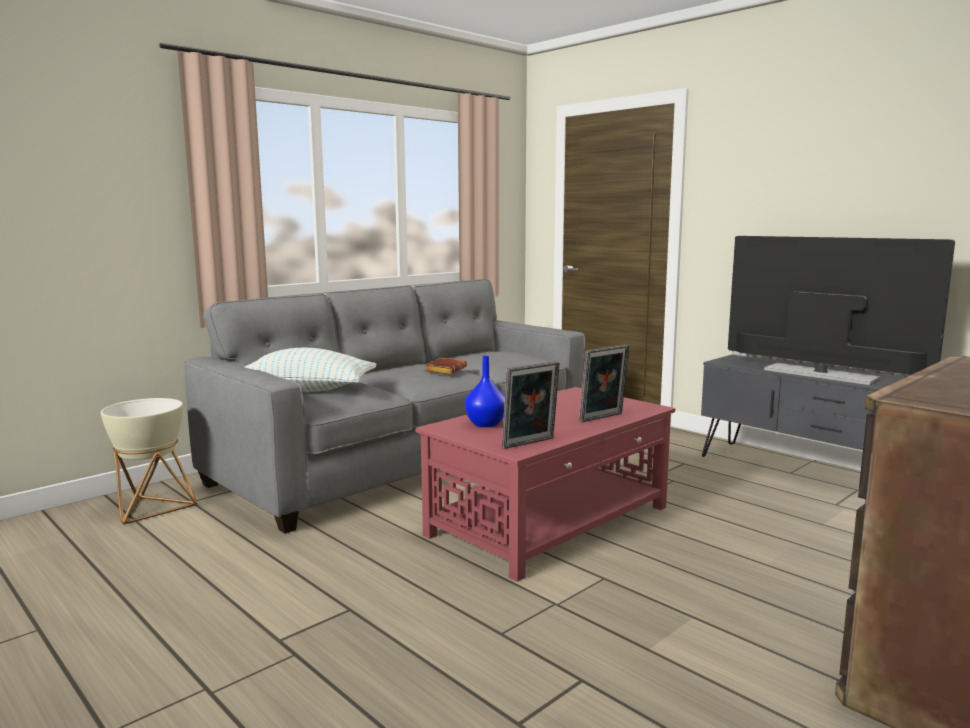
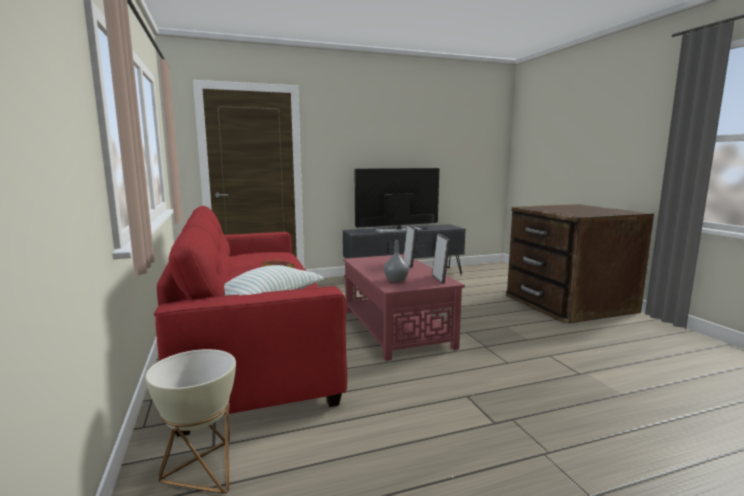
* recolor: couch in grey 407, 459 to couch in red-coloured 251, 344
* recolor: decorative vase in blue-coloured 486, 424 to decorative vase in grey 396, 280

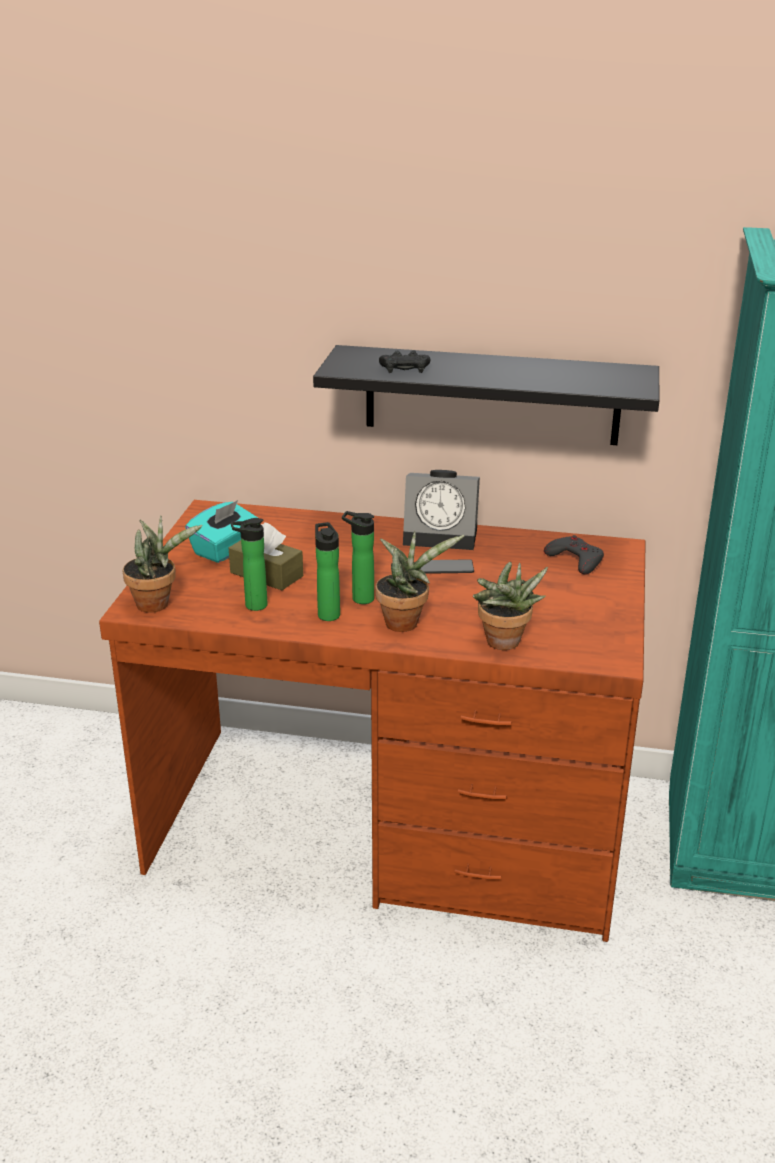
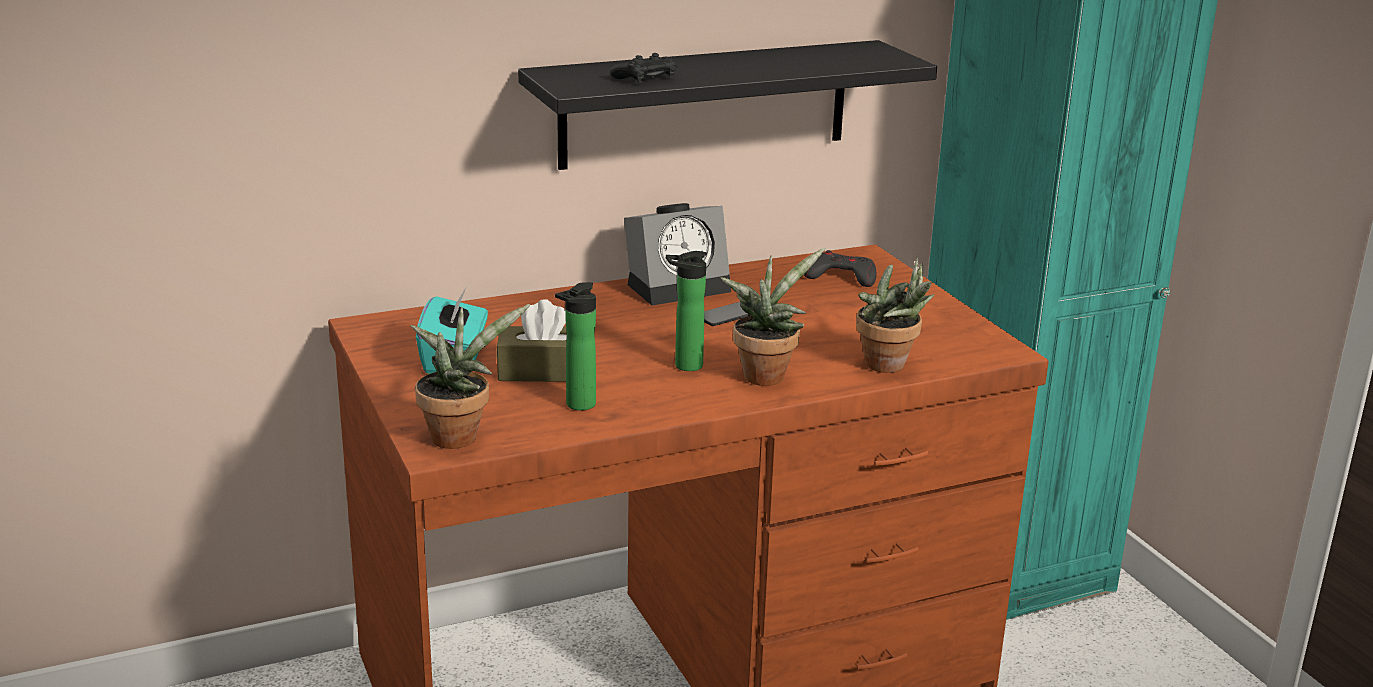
* delete: bottle 328, 613

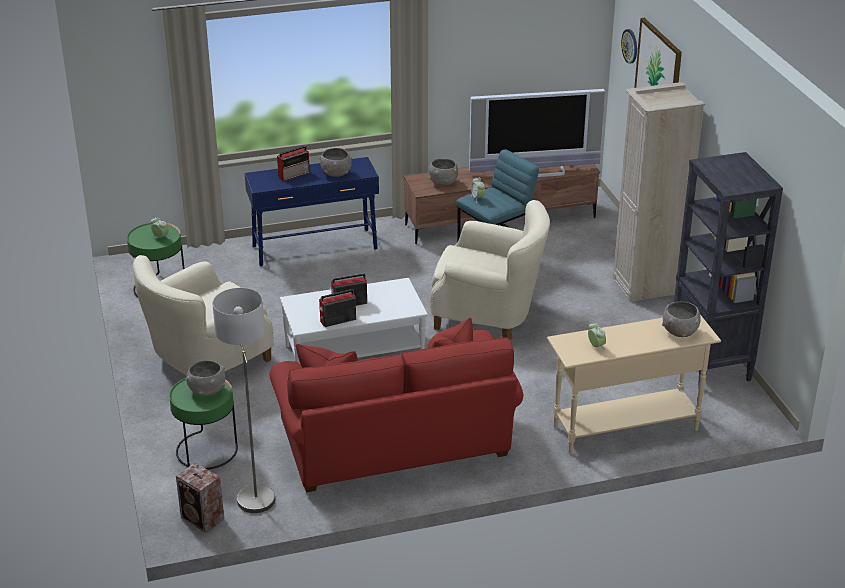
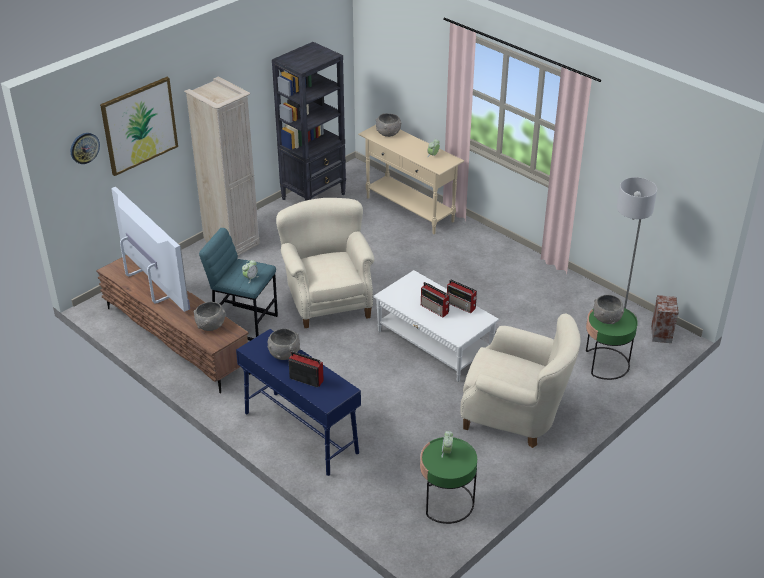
* delete: couch in red-coloured 395, 443

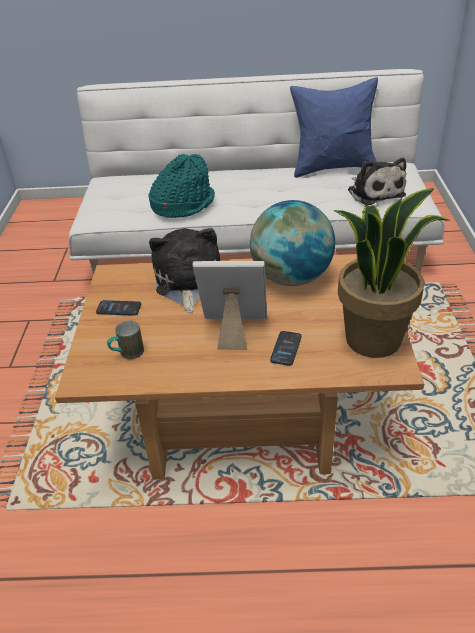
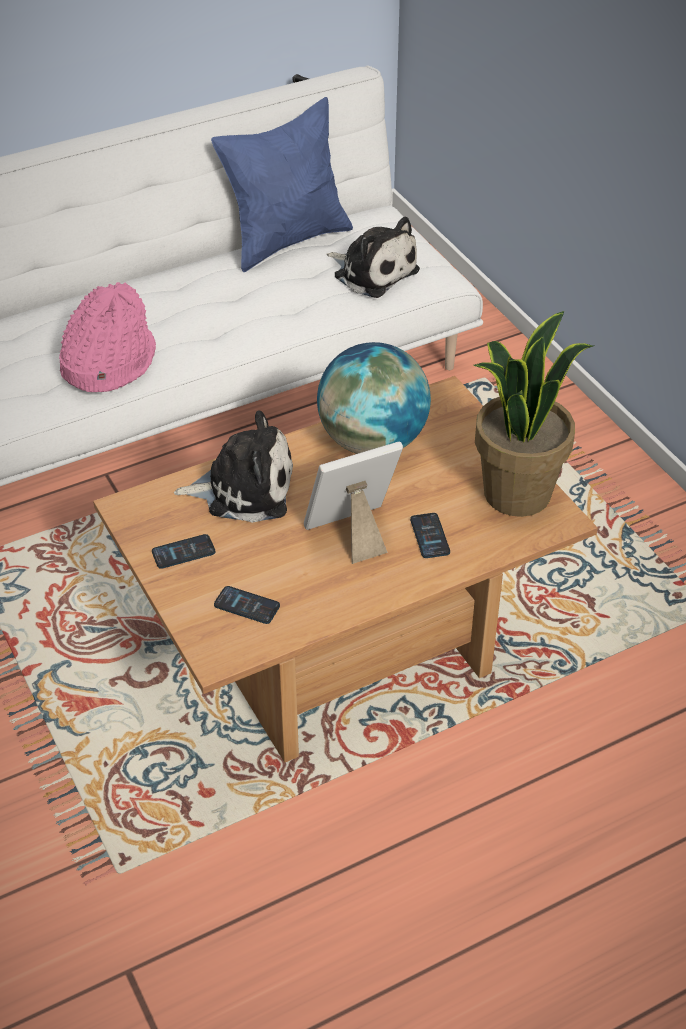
* recolor: clothing hat in turquoise 183, 204 to clothing hat in pink 108, 363
* rotate: plush toy 187, 282 = 244, 488 120 degrees clockwise
* replace: tea mug 127, 354 to handset 247, 606

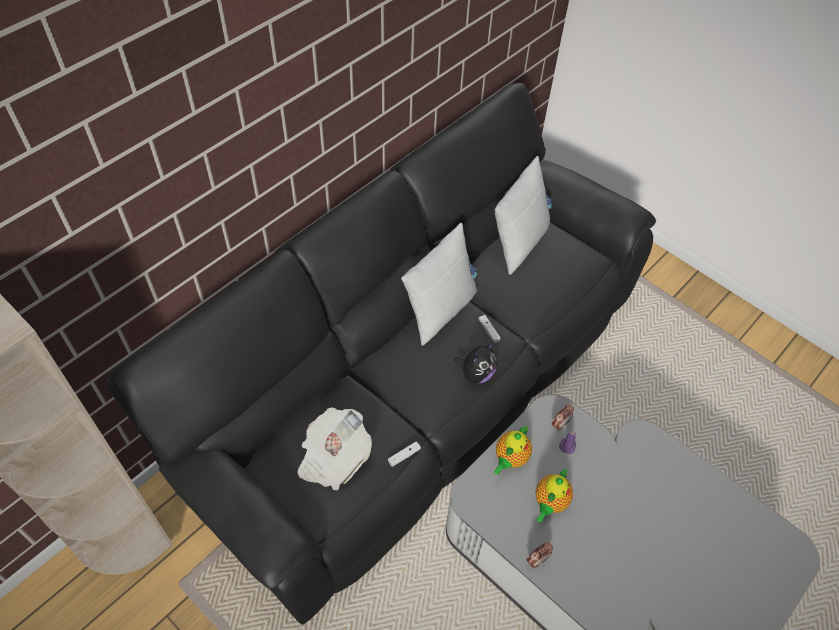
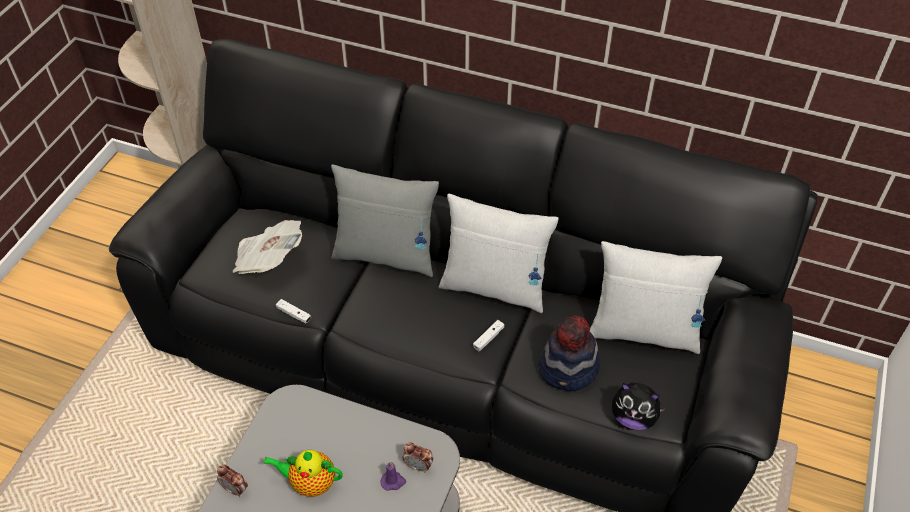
* insert: throw pillow in grey 385, 256
* insert: clothing hat 569, 369
* move: plush toy 476, 374 to 633, 418
* delete: tea pot 510, 458

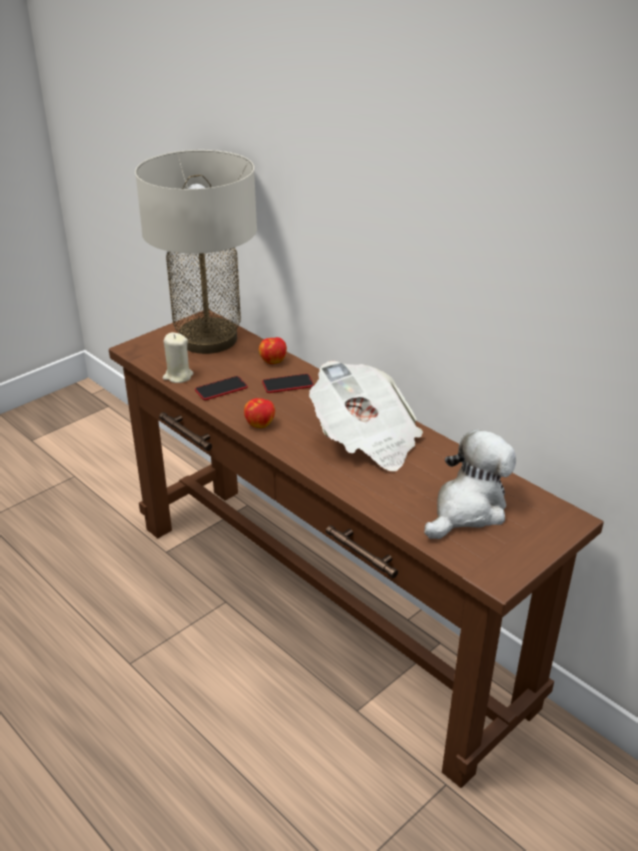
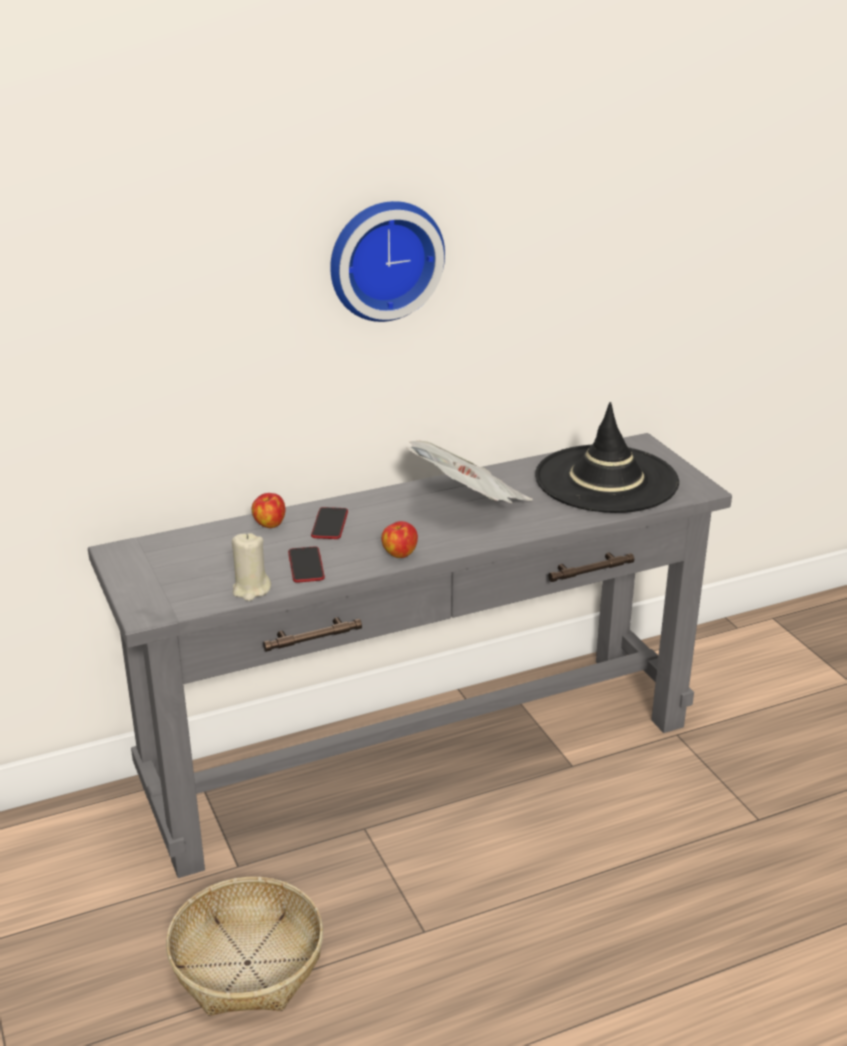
* recolor: console table in brown-coloured 322, 610 to console table in grey 421, 755
* insert: basket 248, 963
* insert: wall clock 383, 259
* replace: plush toy 468, 509 to clothing hat in blackish 606, 480
* delete: table lamp 208, 339

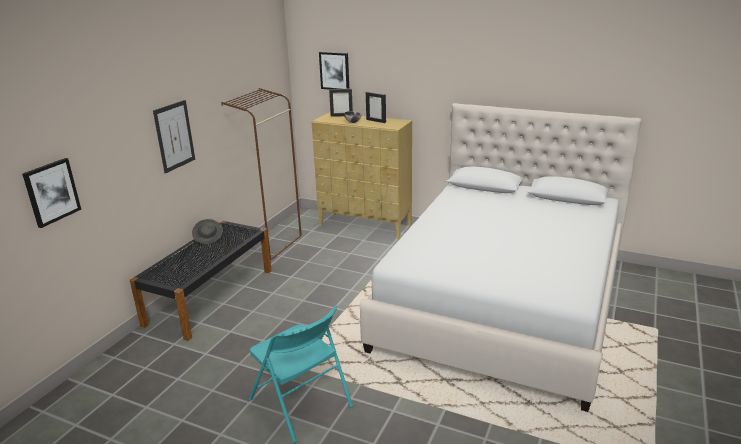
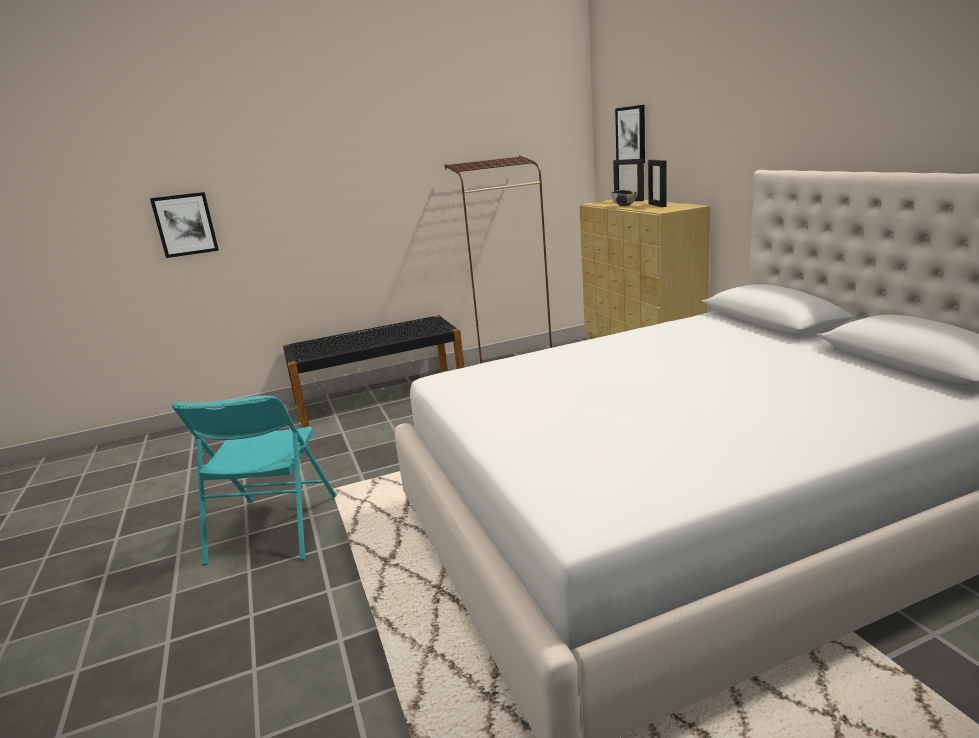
* delete: wall picture 174, 136
* delete: clothing hat in grey 208, 238

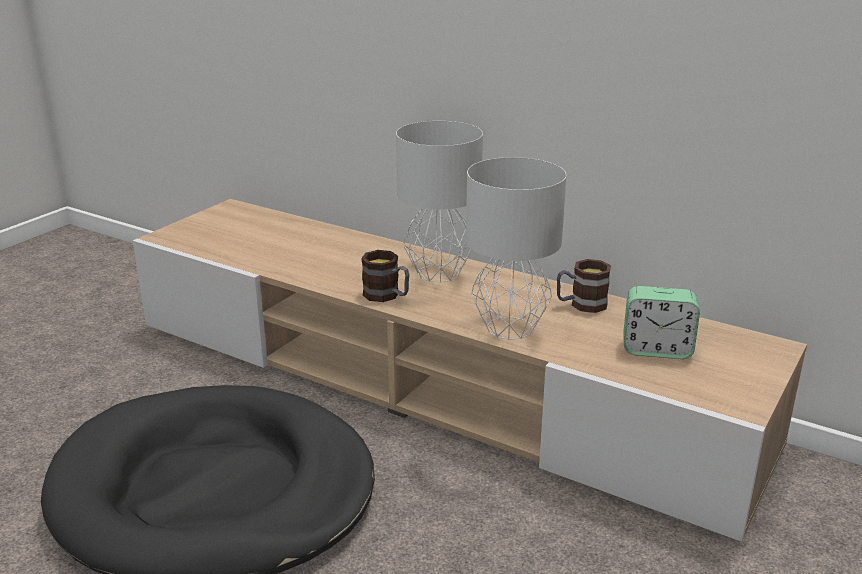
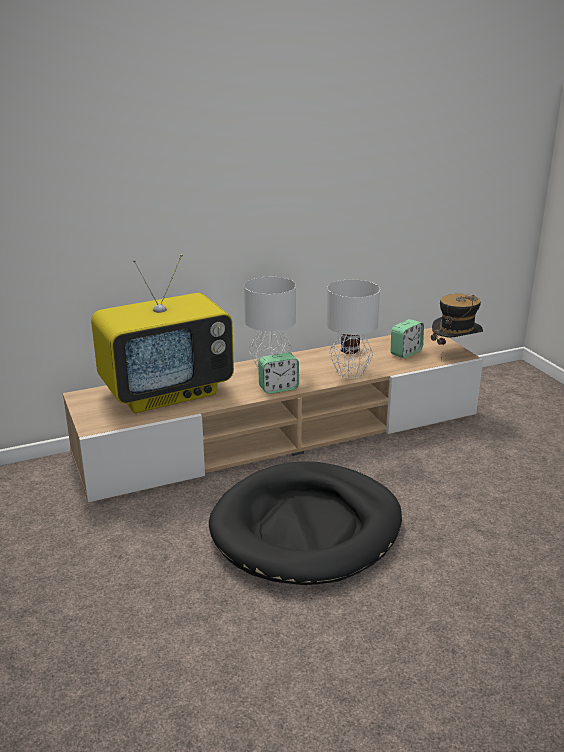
* insert: TV 167, 392
* replace: tea mug 387, 296 to alarm clock 278, 388
* insert: clothing hat 454, 352

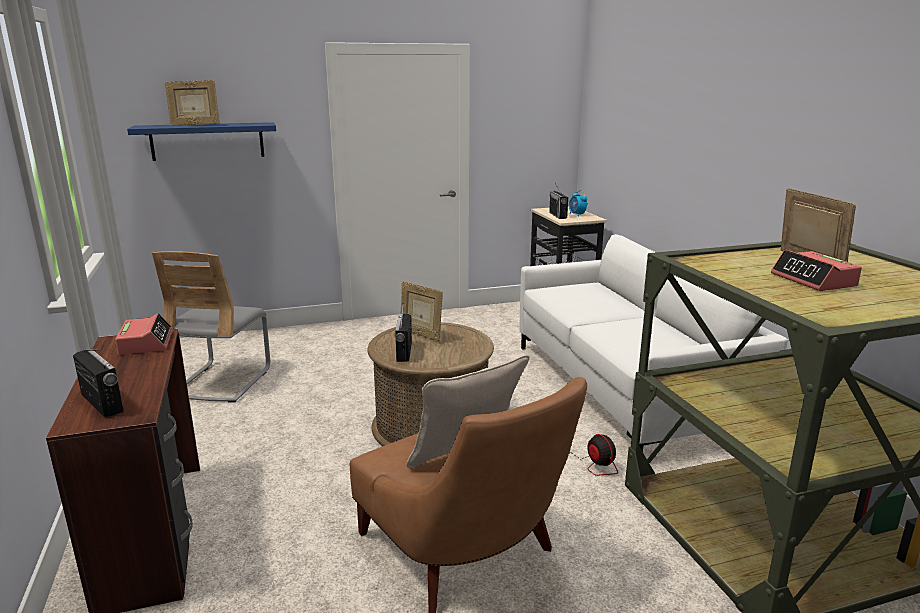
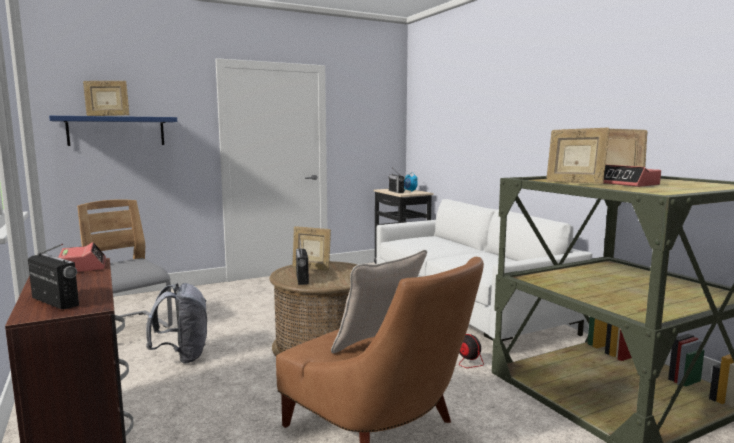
* rotate: upright chair in grey 222, 382 = 129, 328 135 degrees clockwise
* insert: knapsack in grey 182, 356
* insert: photo frame 574, 183

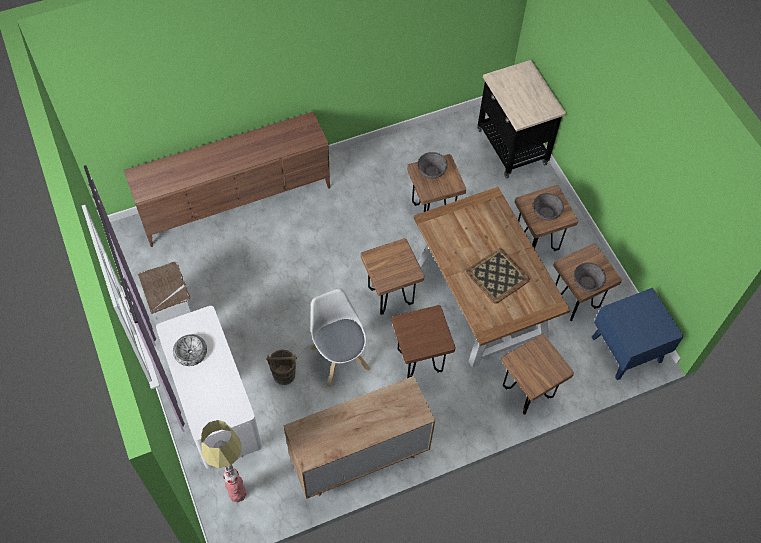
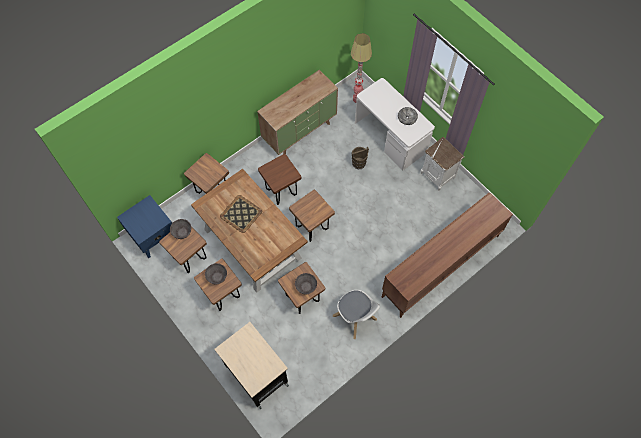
* move: upright chair 339, 356 to 355, 318

